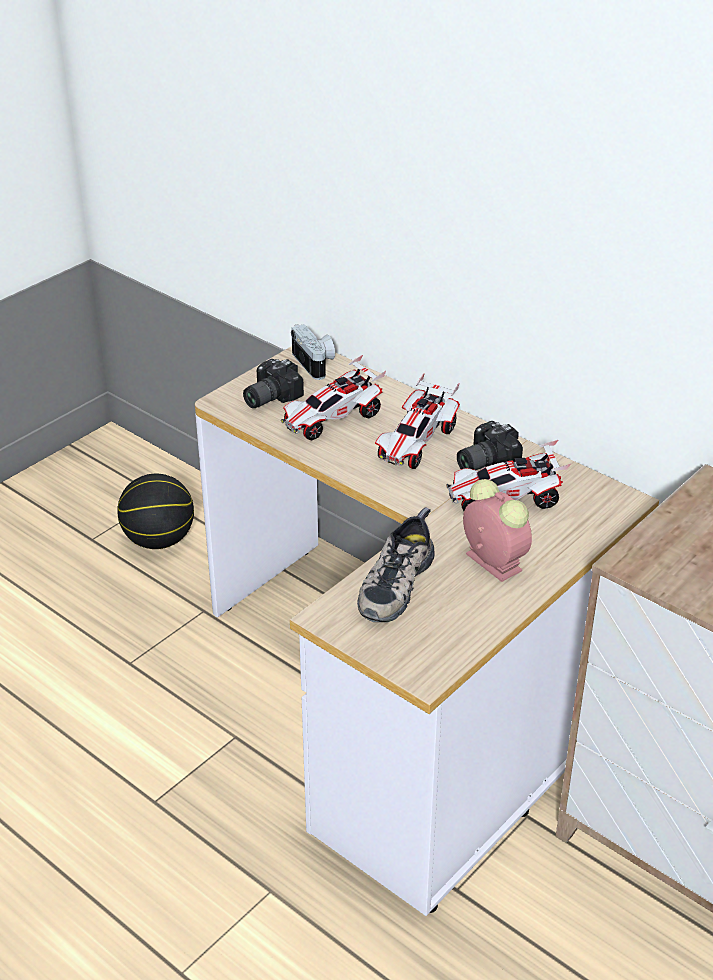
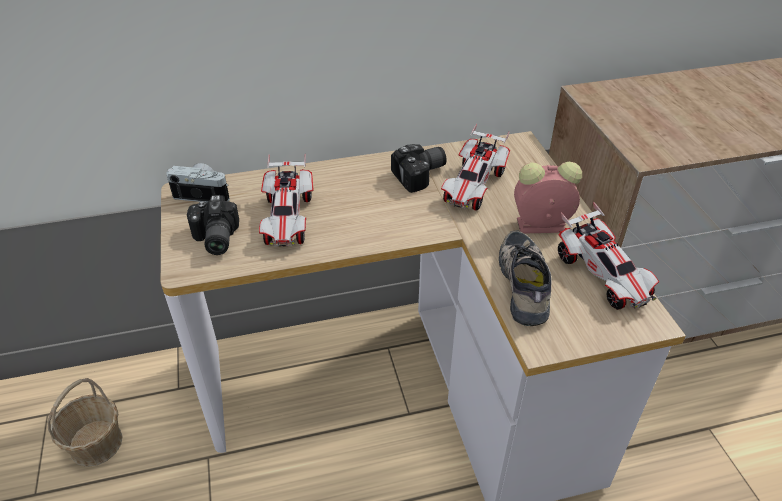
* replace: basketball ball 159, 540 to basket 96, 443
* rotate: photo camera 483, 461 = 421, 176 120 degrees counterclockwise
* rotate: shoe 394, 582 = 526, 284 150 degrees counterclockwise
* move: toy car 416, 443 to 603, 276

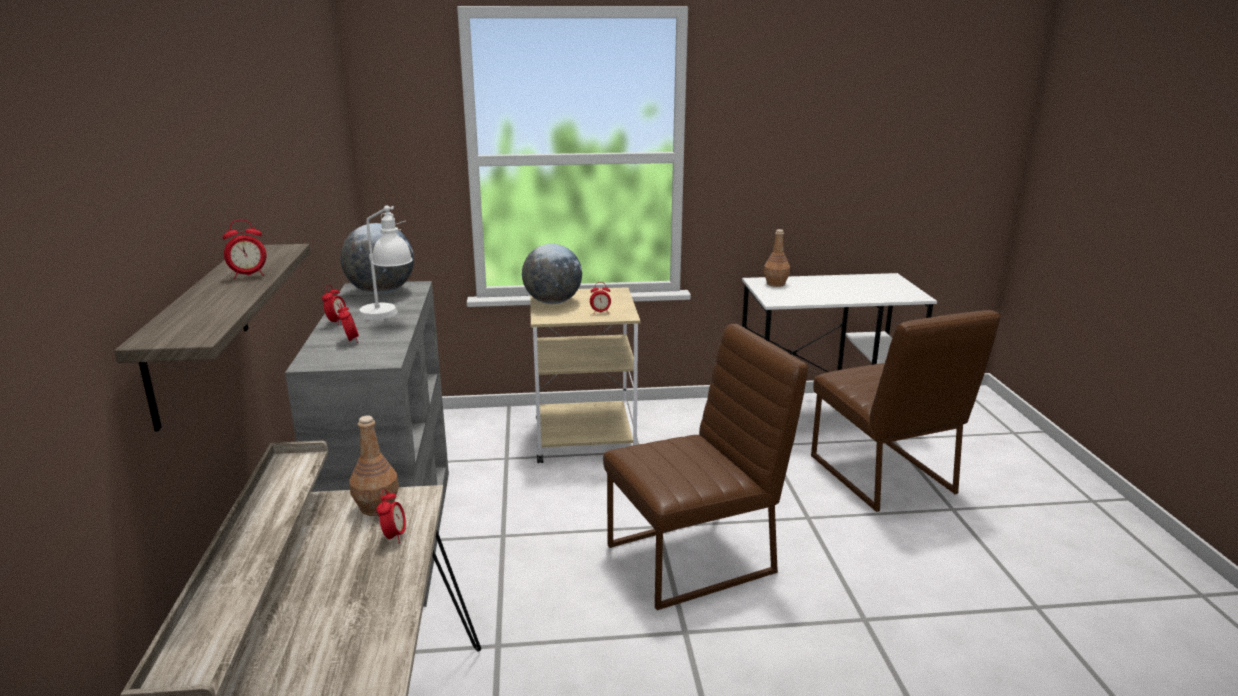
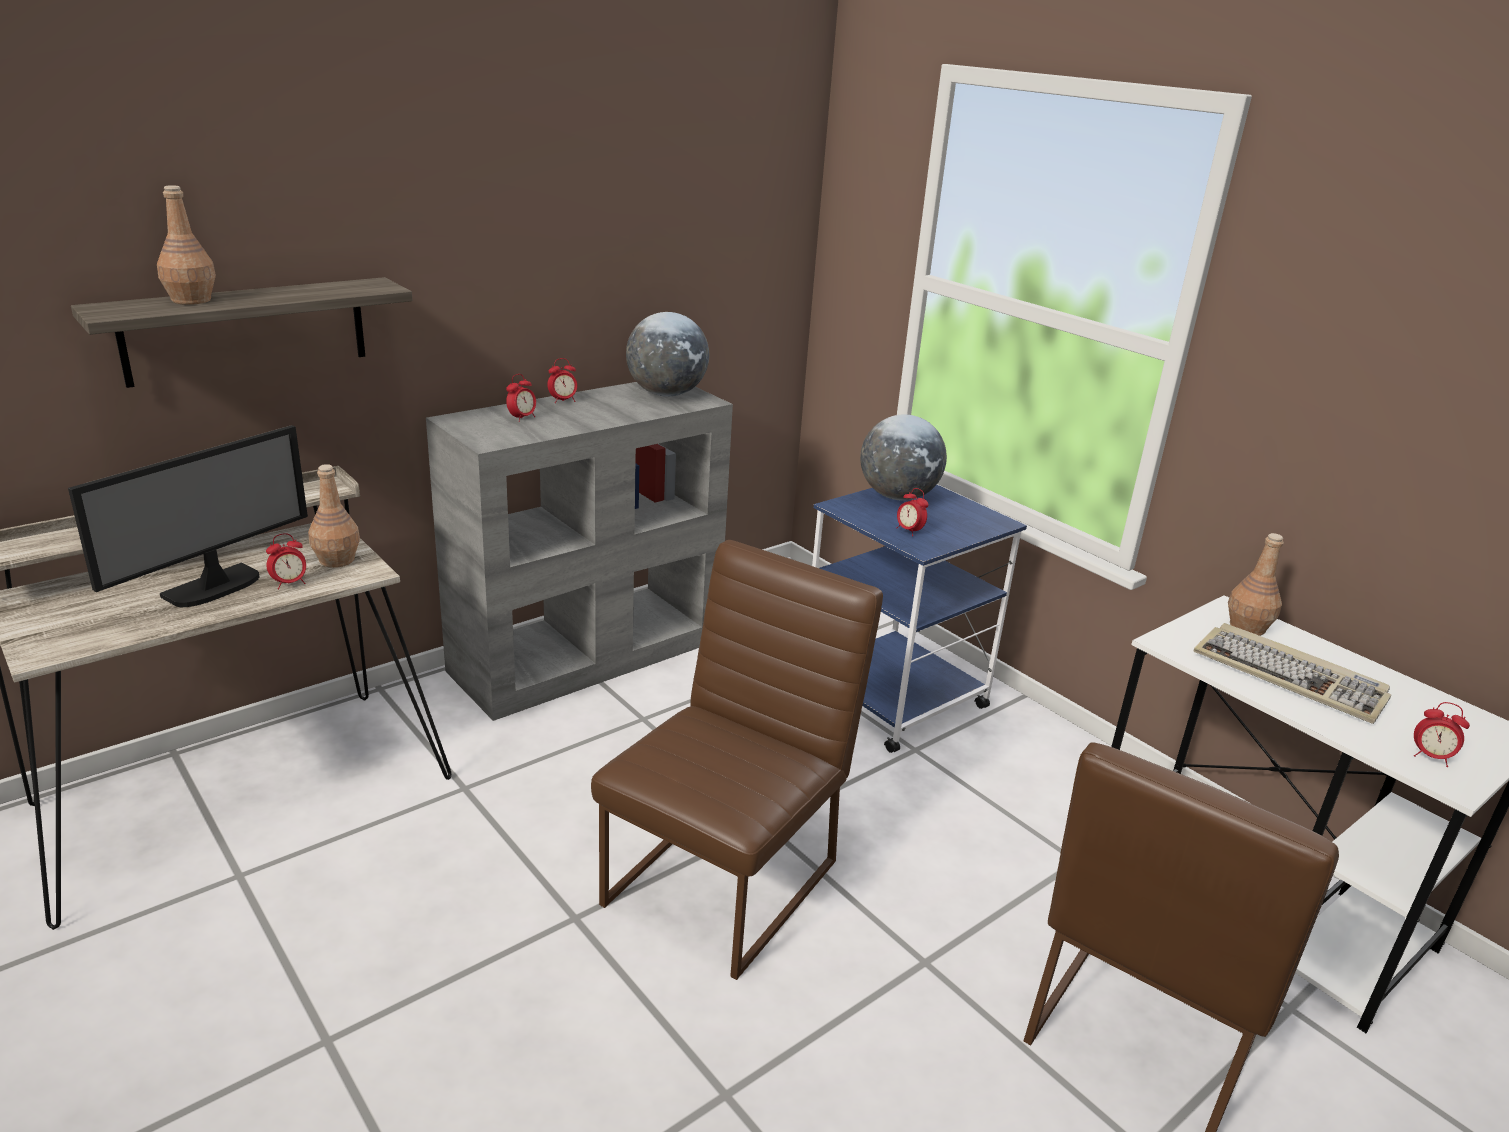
* insert: computer display 215, 588
* insert: bottle in brown-coloured 191, 300
* rotate: upright chair in brown-coloured 695, 558 = 727, 878 90 degrees counterclockwise
* recolor: wheeled cart in sand-coloured 586, 439 to wheeled cart in blue-coloured 895, 699
* insert: keyboard 1290, 677
* move: alarm clock 249, 275 to 1430, 757
* delete: table lamp in white-coloured 389, 317

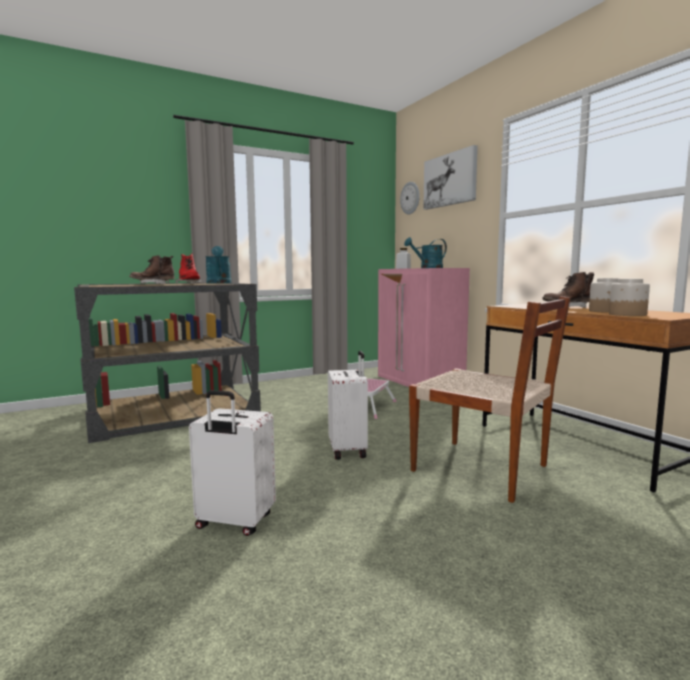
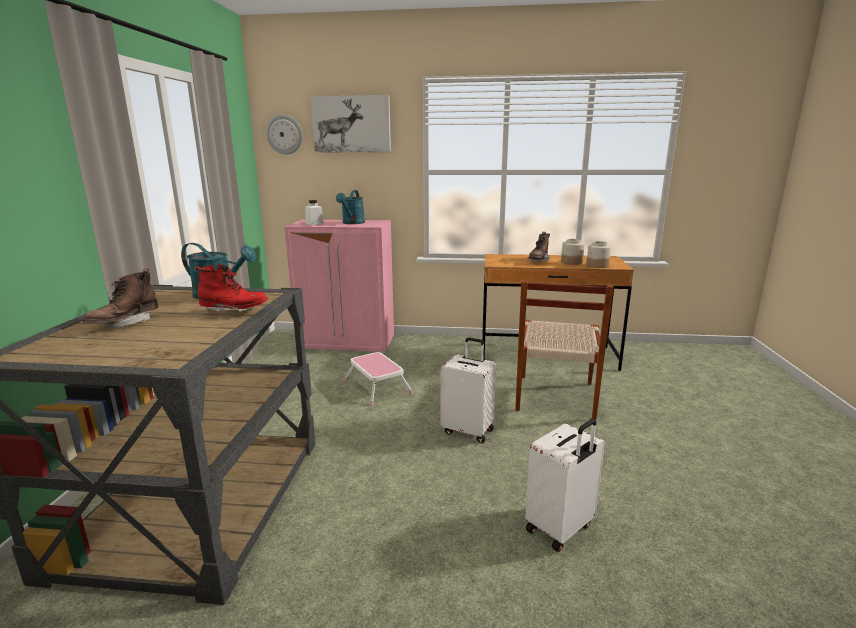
* rotate: upright chair 483, 470 = 555, 398 120 degrees clockwise

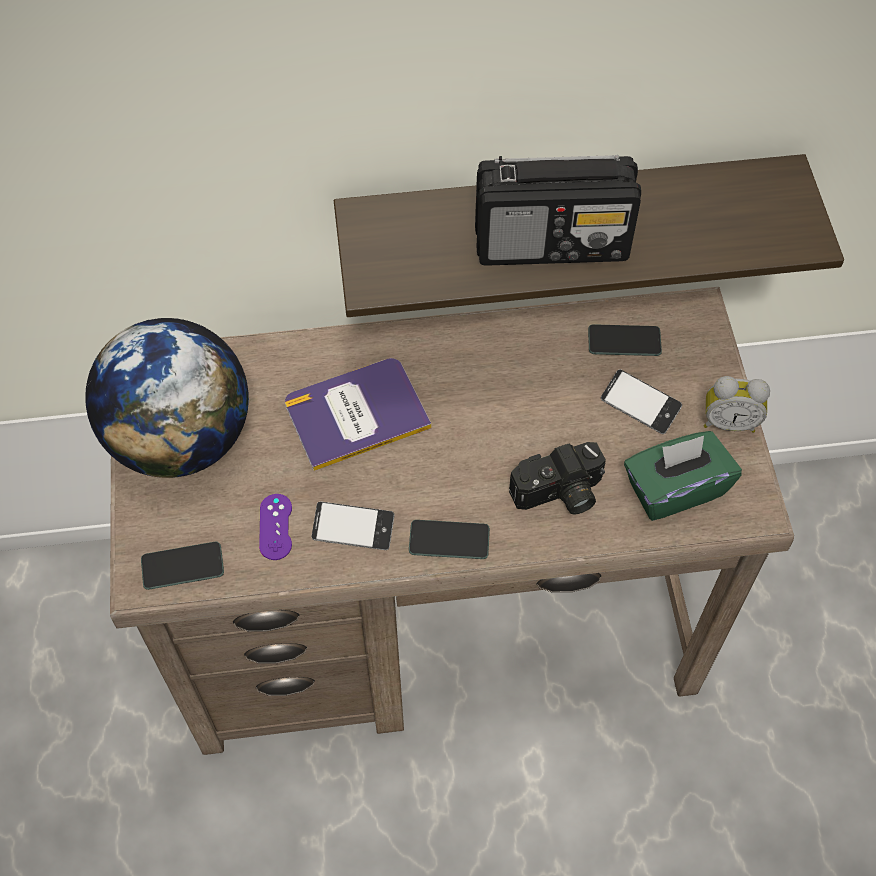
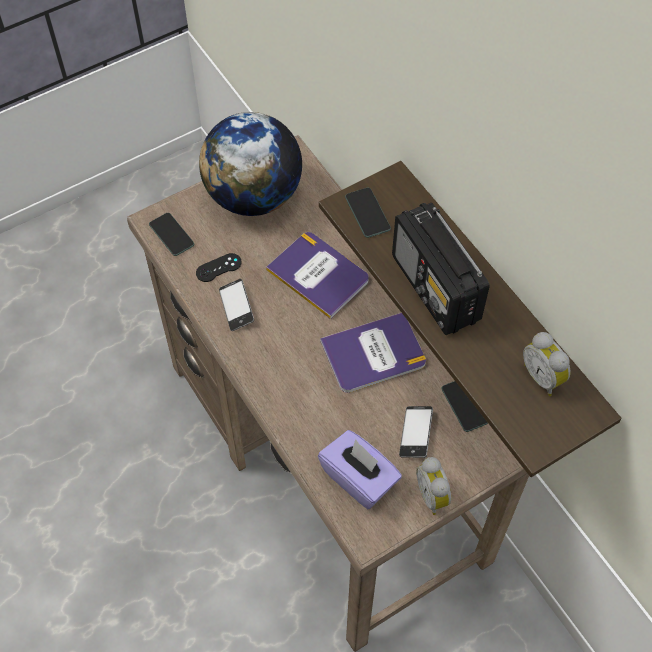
* recolor: game controller in purplish 276, 527 to game controller in blackish 218, 268
* recolor: box of tissues in green-coloured 674, 489 to box of tissues in purplish 359, 478
* insert: bound book 373, 354
* move: handset 449, 540 to 367, 213
* insert: alarm clock 543, 376
* delete: photo camera 559, 495

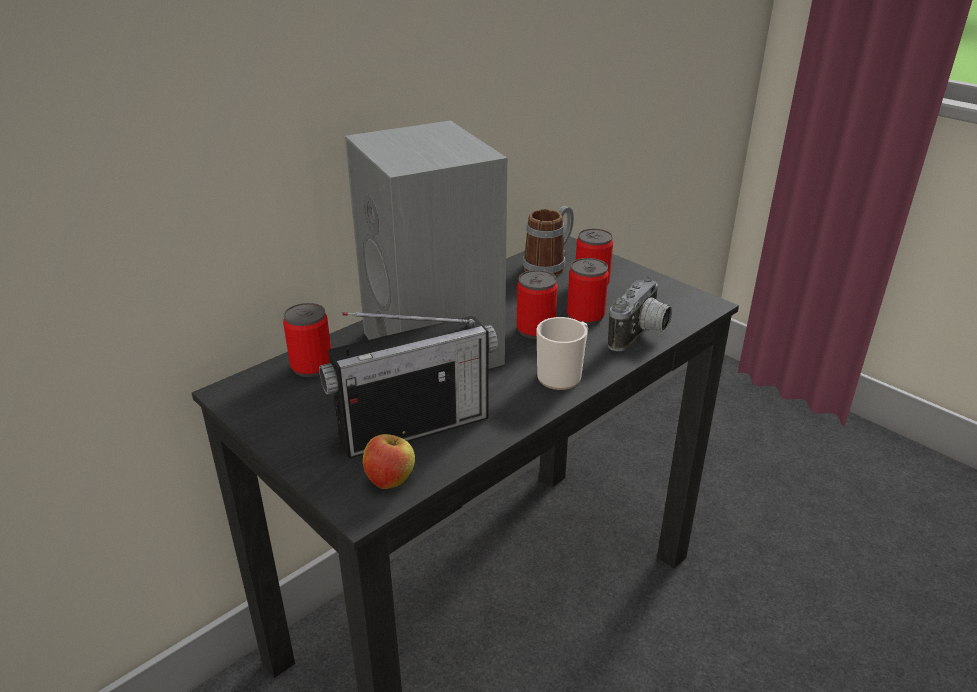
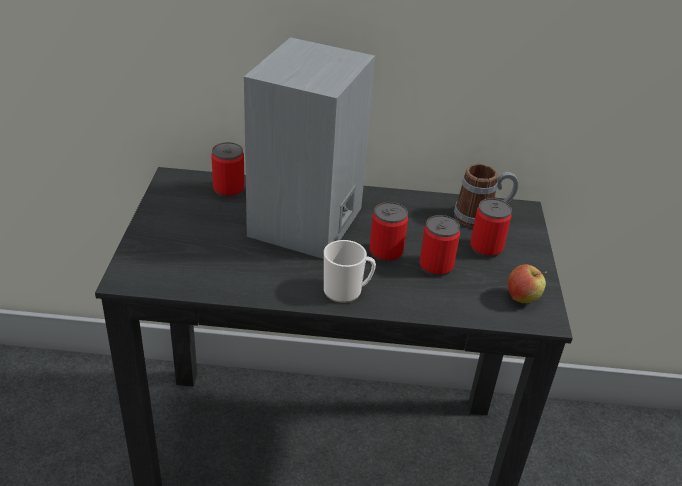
* move: apple 390, 481 to 522, 298
* delete: radio set 414, 427
* delete: photo camera 641, 335

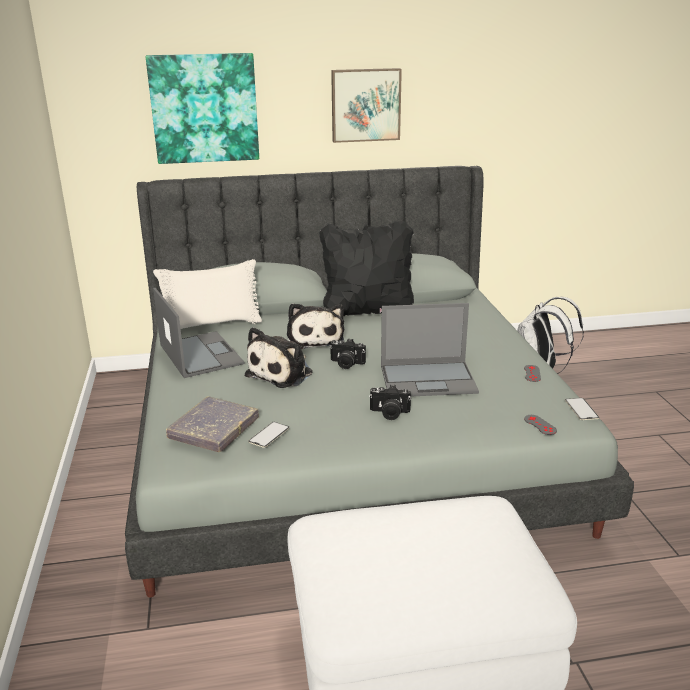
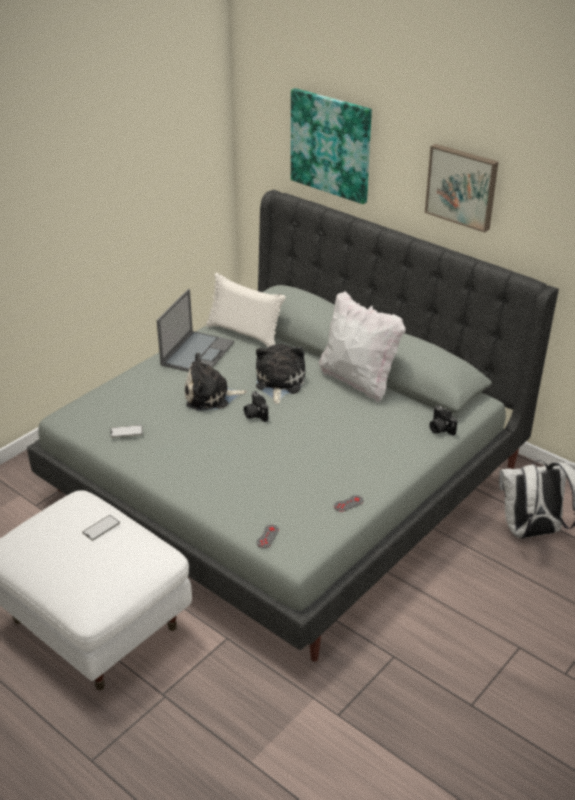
* move: handset 581, 409 to 101, 528
* rotate: plush toy 314, 339 = 278, 383 150 degrees clockwise
* recolor: throw pillow in blackish 367, 311 to throw pillow in white-coloured 358, 381
* move: photo camera 389, 413 to 440, 429
* delete: bound book in grey 213, 429
* delete: portable computer 429, 379

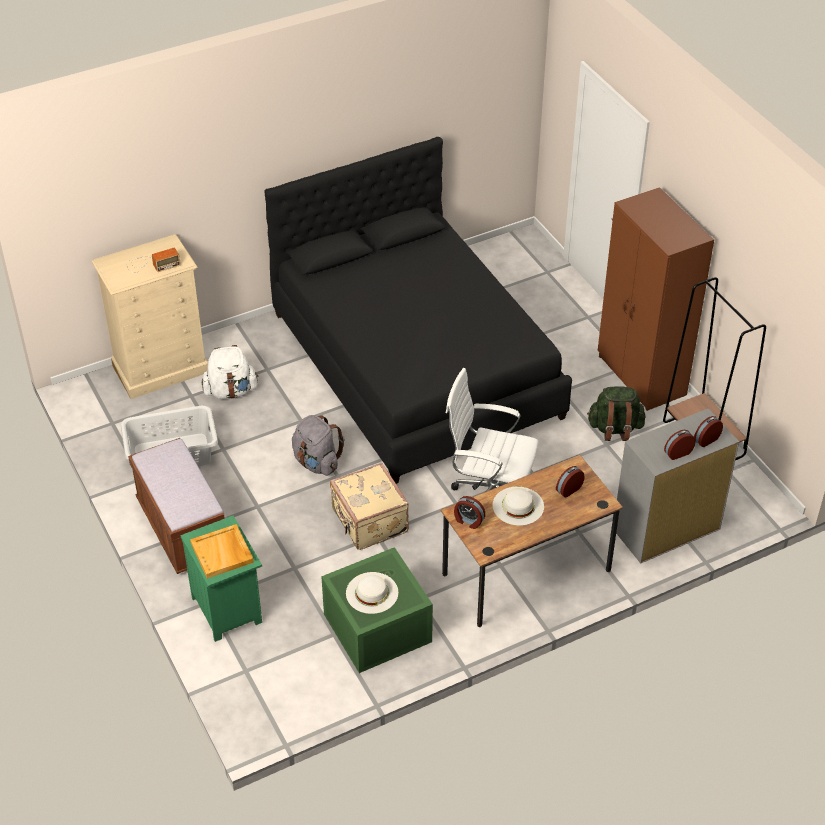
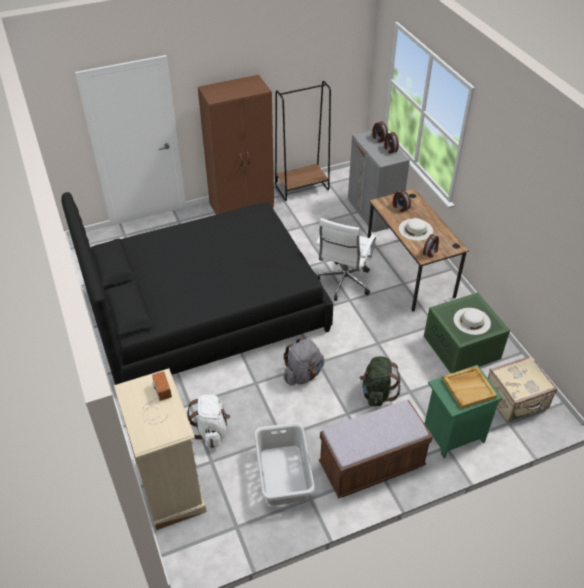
* move: knapsack in green-coloured 615, 429 to 377, 393
* move: piece of luggage in sand-coloured 368, 522 to 516, 400

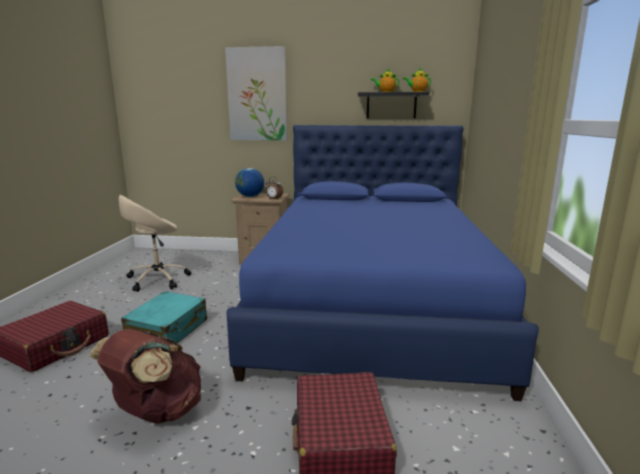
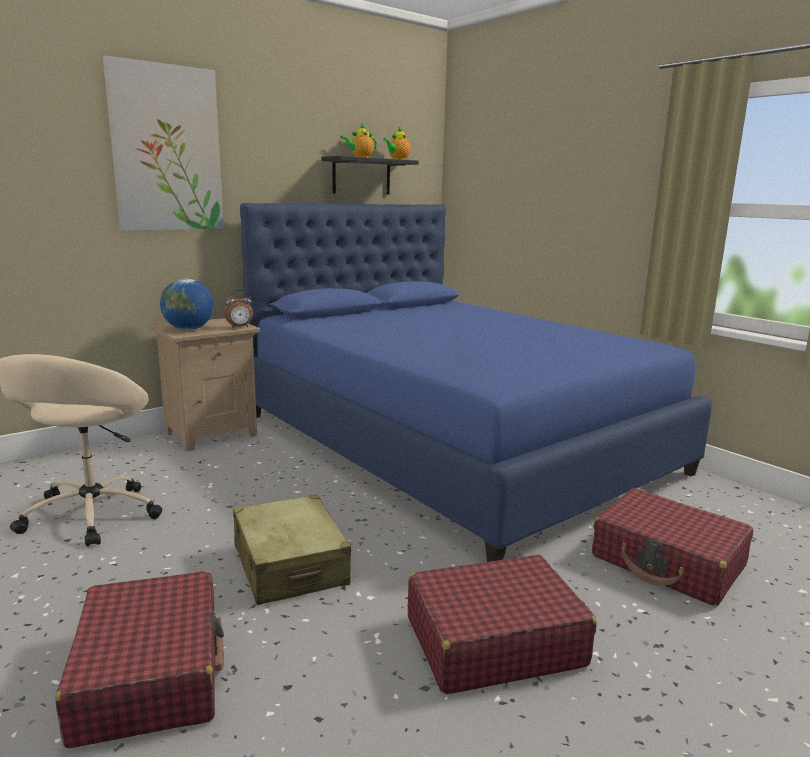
* recolor: piece of luggage in turquoise 168, 330 to piece of luggage in sand-coloured 290, 565
* replace: knapsack in brown-coloured 156, 412 to piece of luggage in red-coloured 493, 641

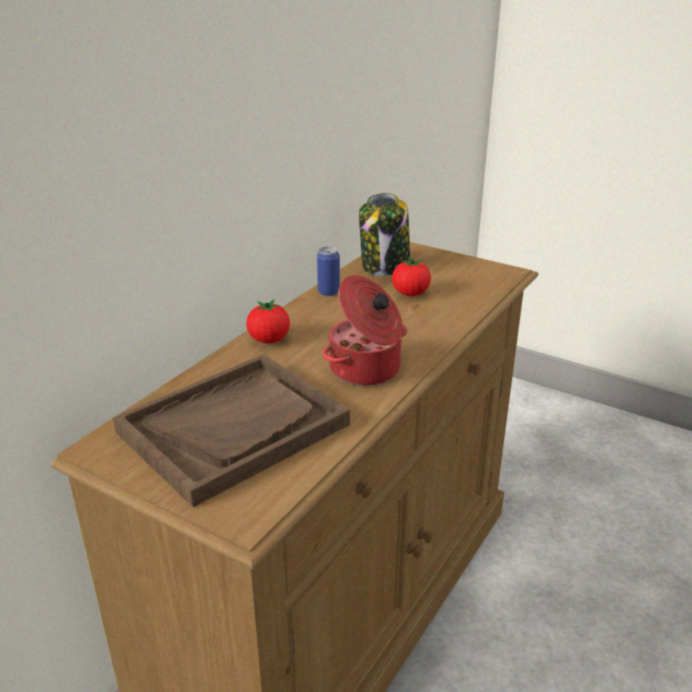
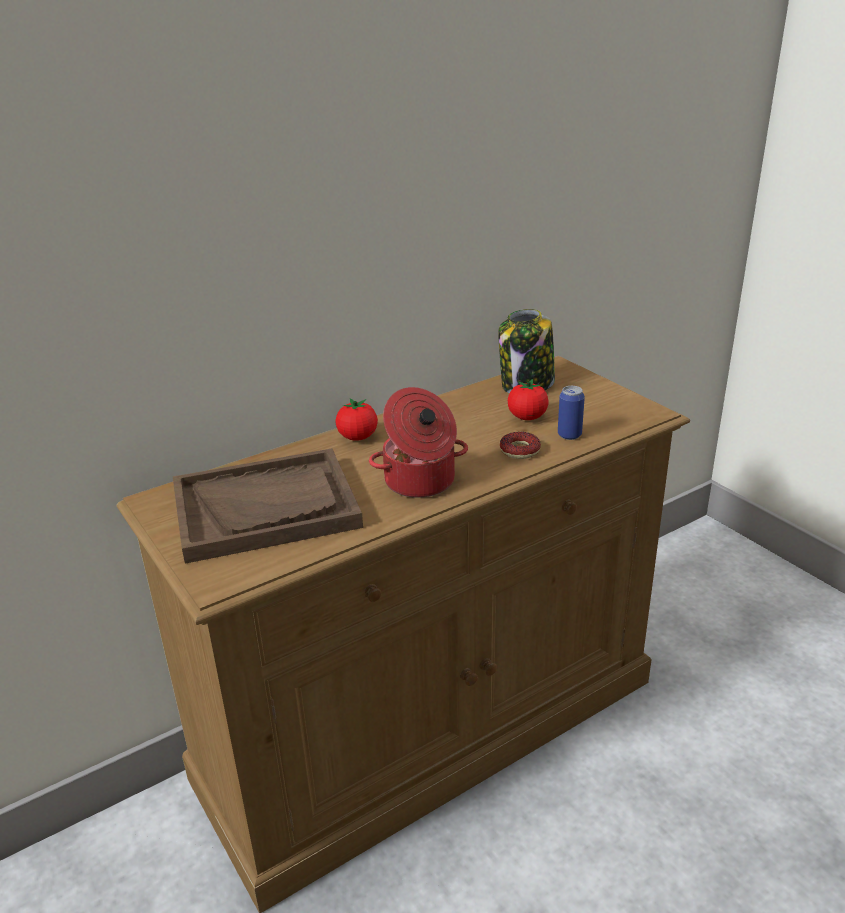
* insert: ring doughnut 519, 450
* move: can 328, 292 to 569, 435

